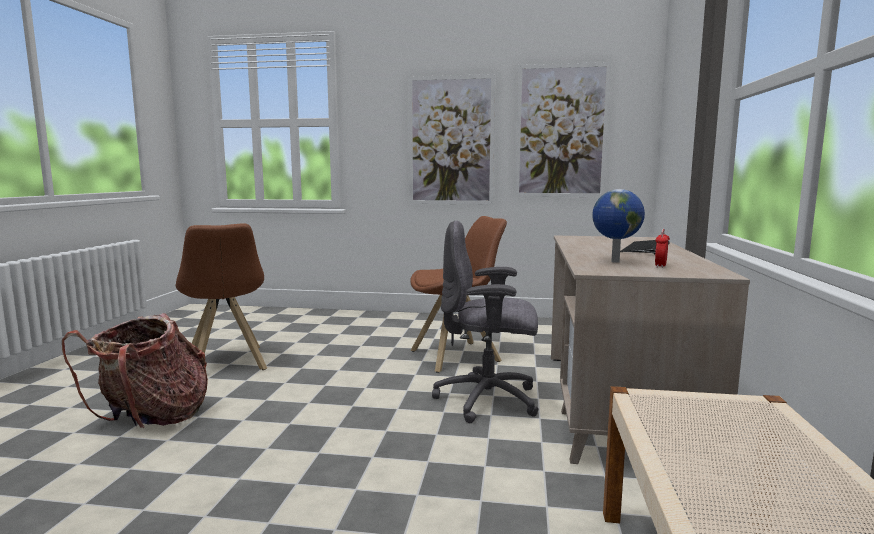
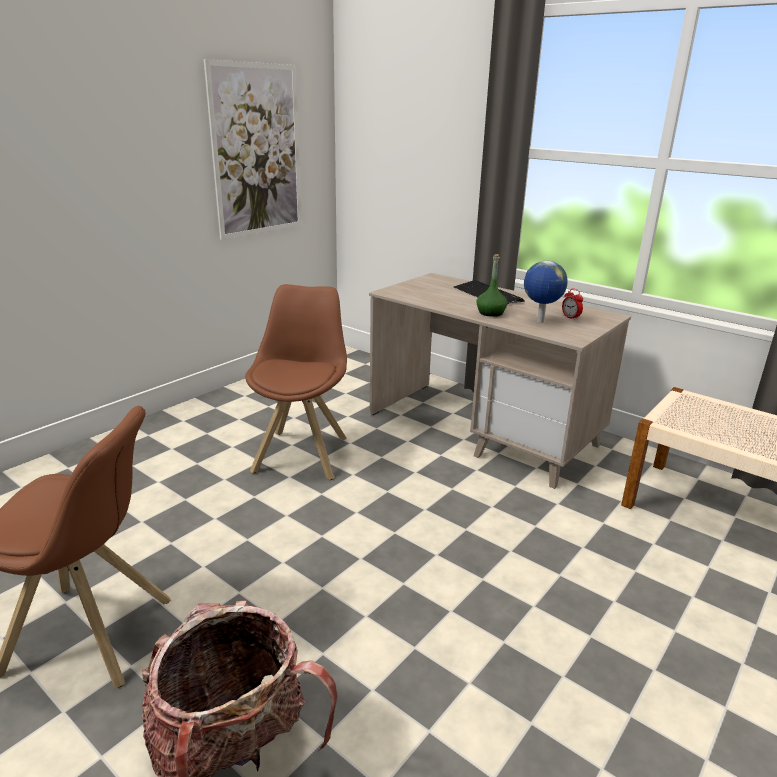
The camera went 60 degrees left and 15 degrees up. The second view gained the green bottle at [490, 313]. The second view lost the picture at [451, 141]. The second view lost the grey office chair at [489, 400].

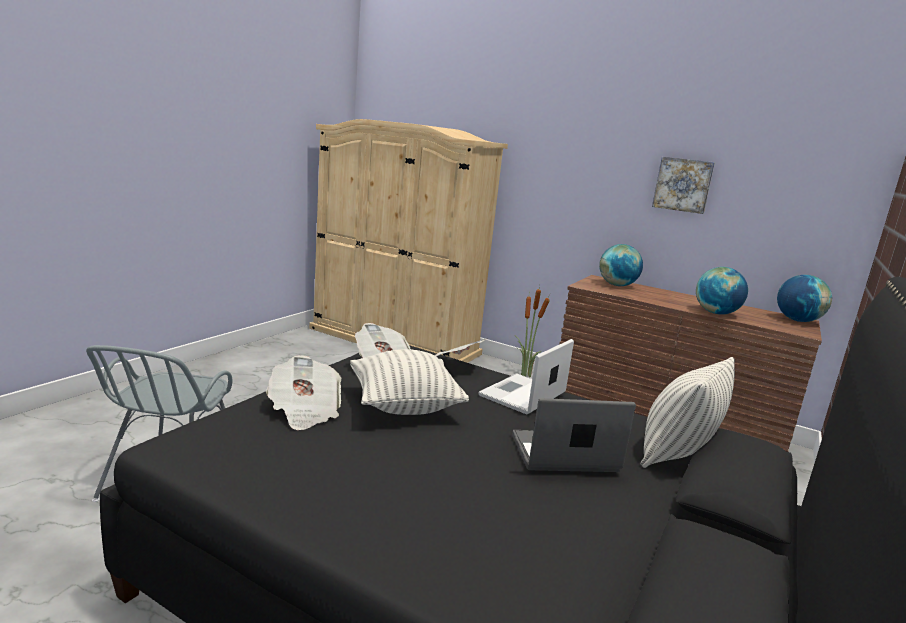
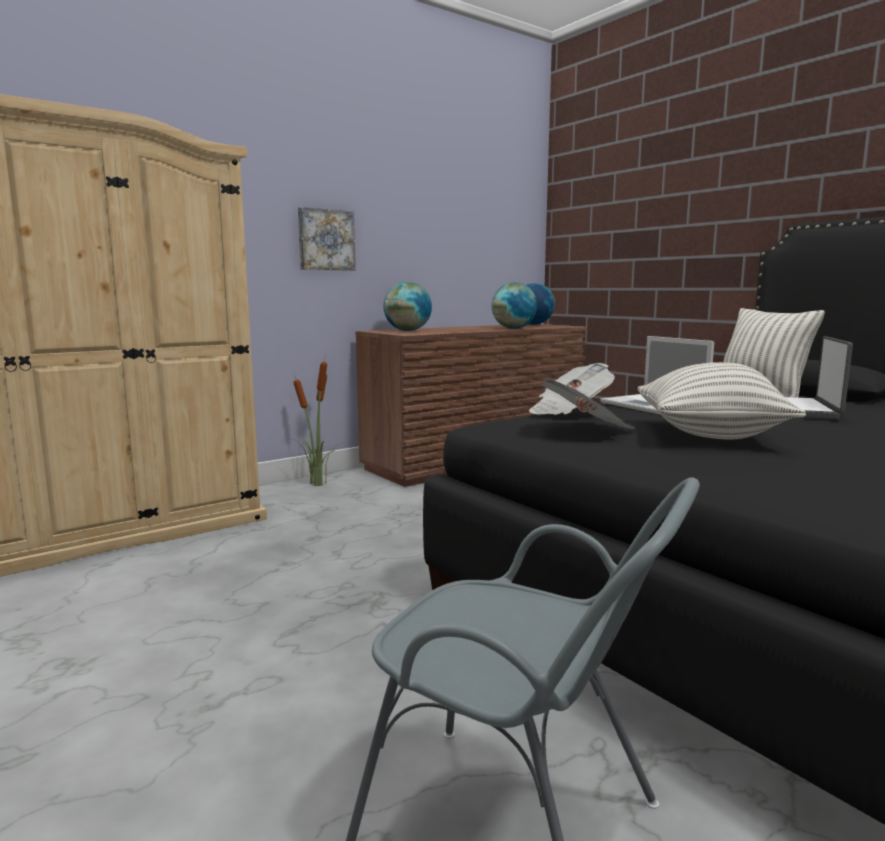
The camera went 65 degrees left and 5 degrees down. The picture ended up elsewhere, having gone from [683, 185] to [325, 240]. The second view lost the newspaper at [304, 411].

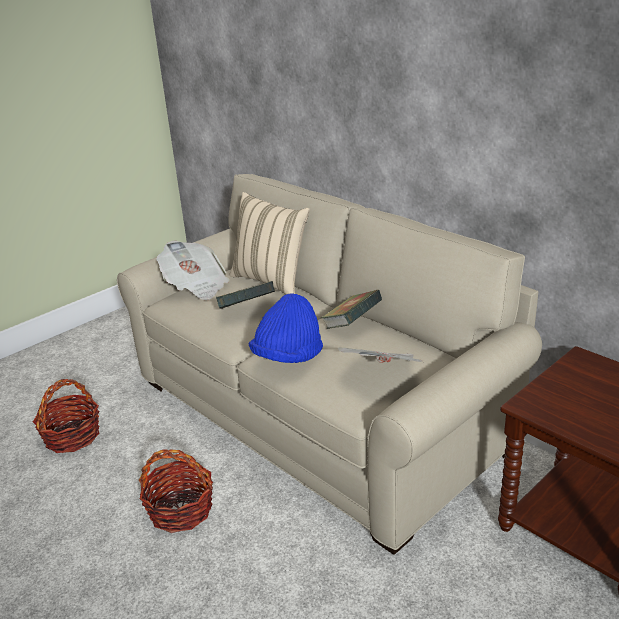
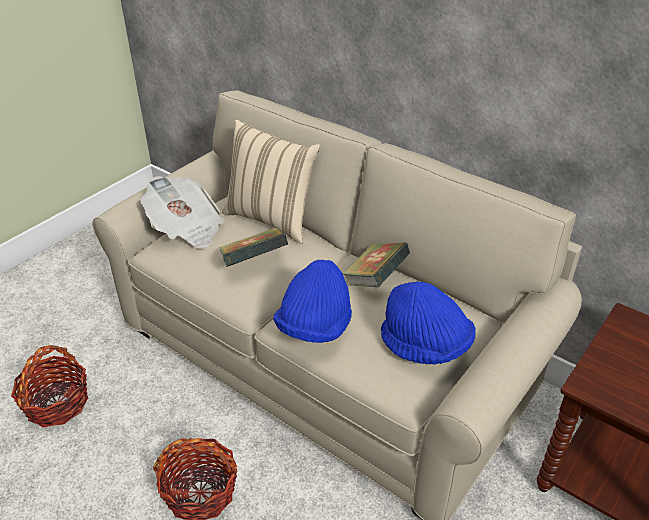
The camera went 10 degrees left and 10 degrees up. Where the newspaper stood at [384, 374], the blue hat came to stand at [425, 346].

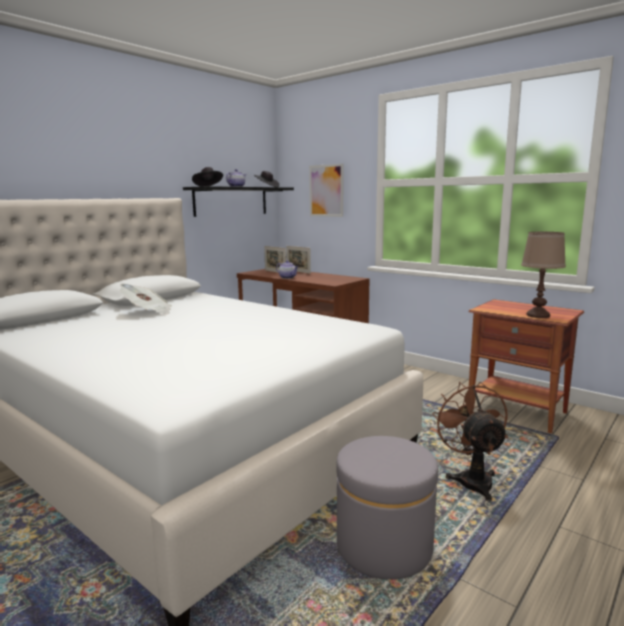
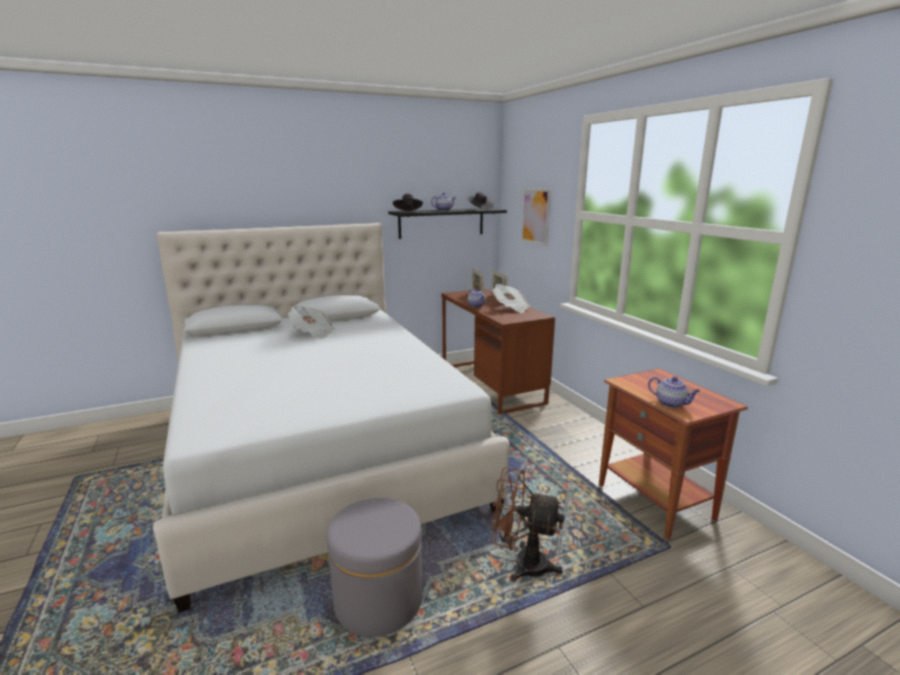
The camera went 25 degrees right and 5 degrees up. The brown fan at [471, 479] ended up facing another way, 90 degrees counterclockwise from before. The second view gained the newspaper at [511, 308]. Where the brown table lamp stood at [538, 315], the teapot came to stand at [671, 403].

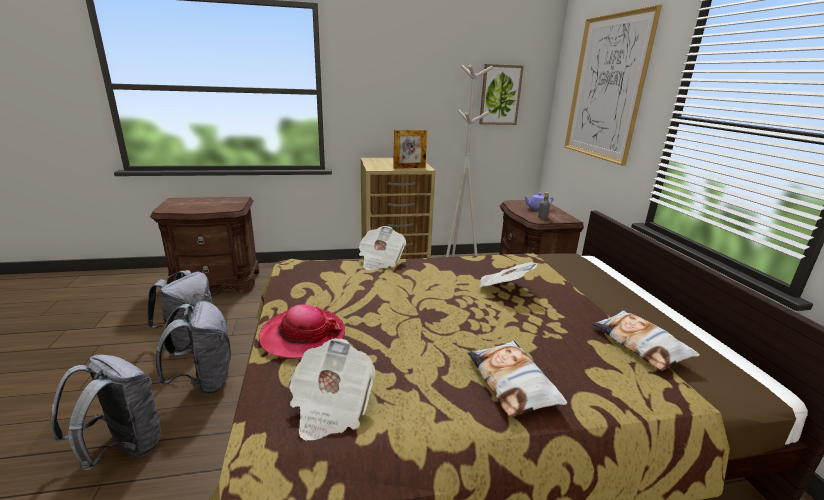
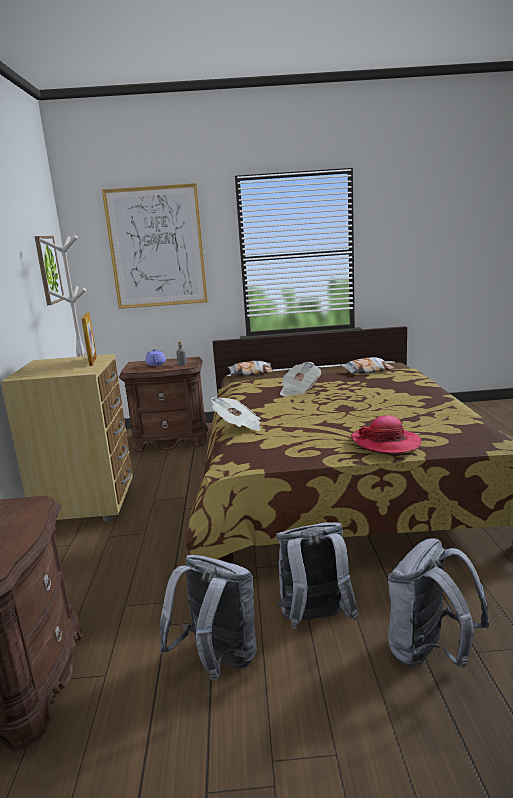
The camera went 80 degrees left and 5 degrees down. The pillow ended up elsewhere, having gone from [513, 383] to [251, 373]. The second view lost the newspaper at [330, 407].

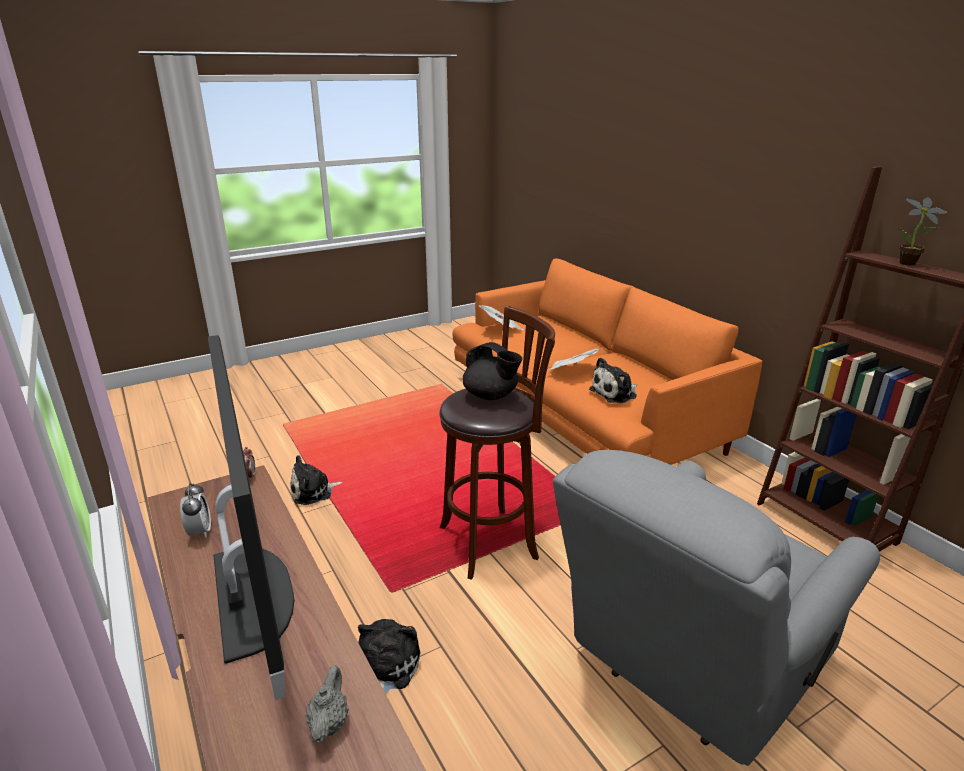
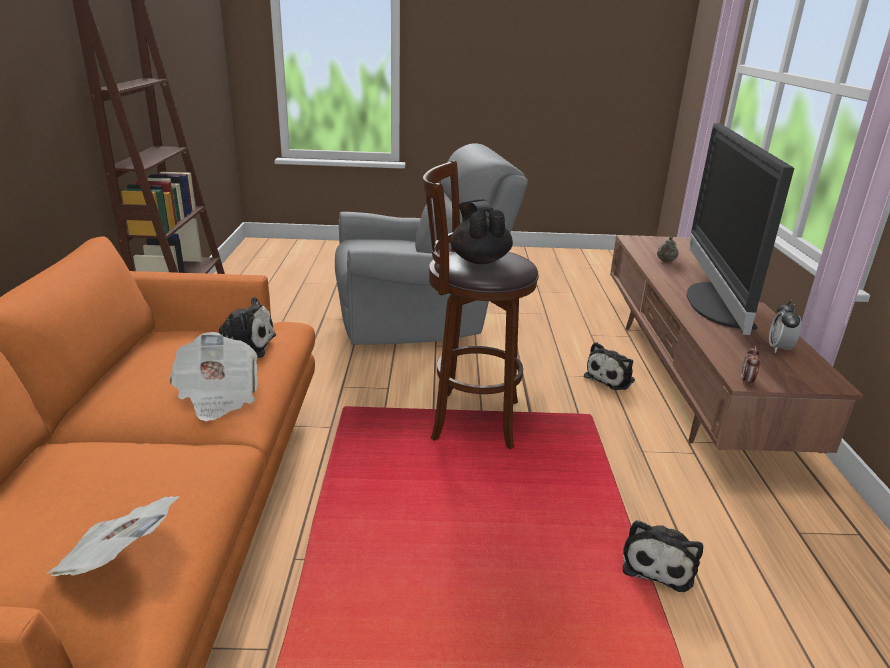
The camera went 150 degrees left and 0 degrees up. The plush toy at [314, 491] ended up facing another way, 105 degrees clockwise from before. The second view lost the potted plant at [909, 264].

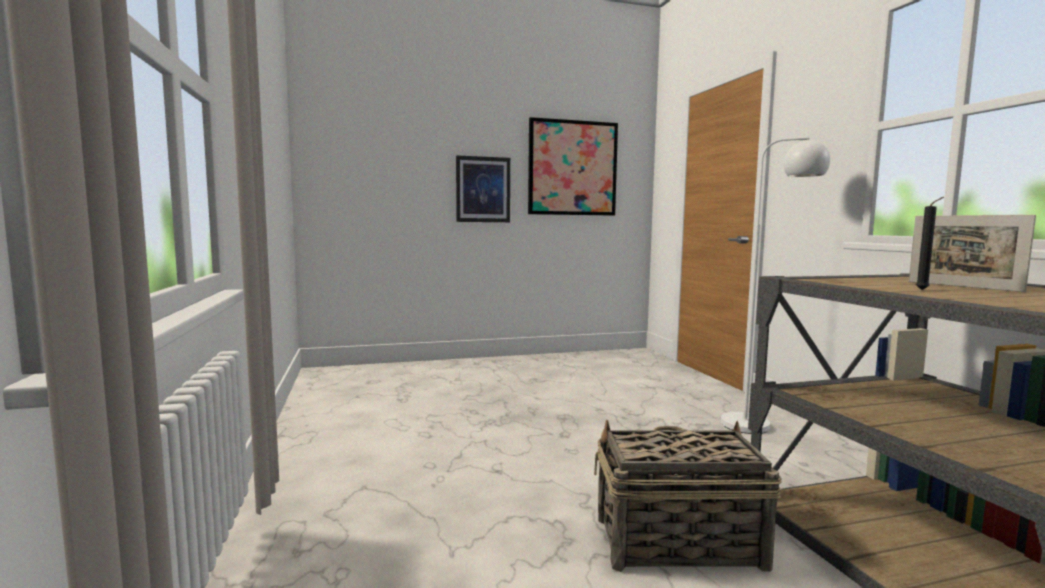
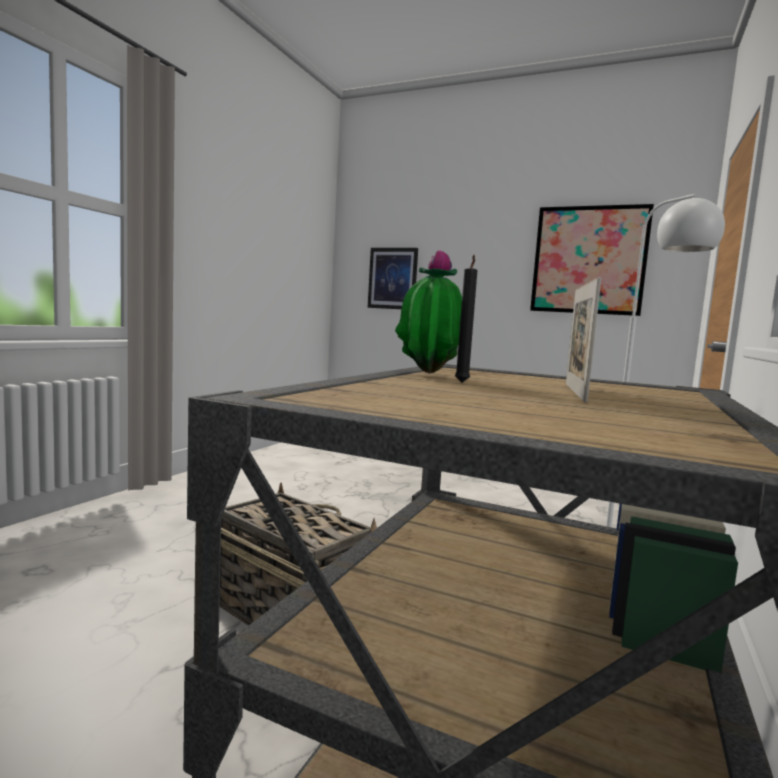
The camera went 40 degrees right and 0 degrees up. The picture ended up elsewhere, having gone from [483, 189] to [392, 278]. The second view gained the potted plant at [427, 373].

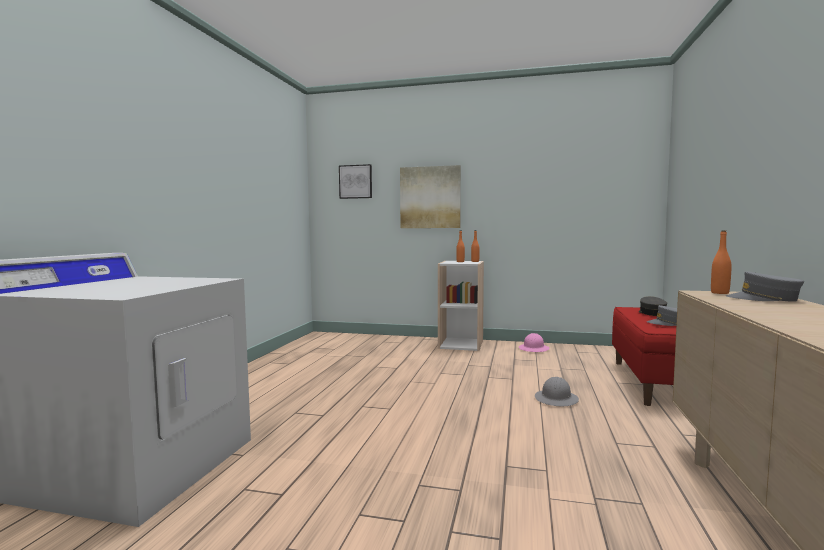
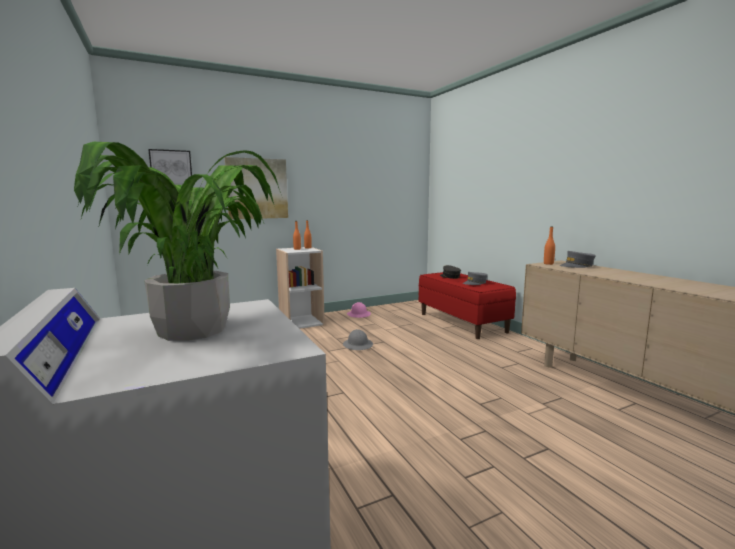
The camera went 40 degrees left and 5 degrees up. The second view gained the potted plant at [193, 330]. The grey hard hat ended up elsewhere, having gone from [556, 399] to [358, 345].

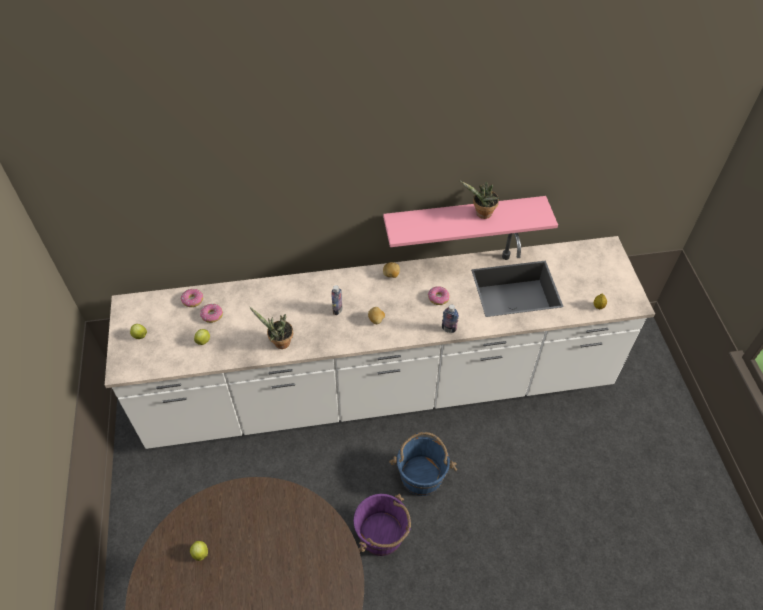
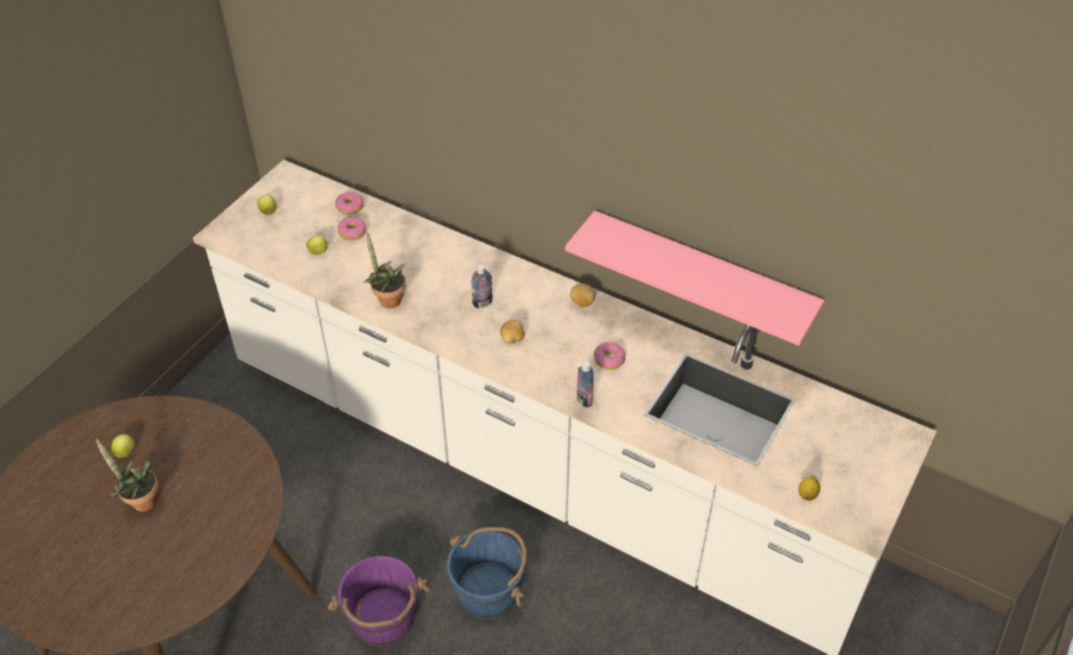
The camera went 40 degrees right and 5 degrees down. The potted plant ended up elsewhere, having gone from [481, 214] to [140, 501].

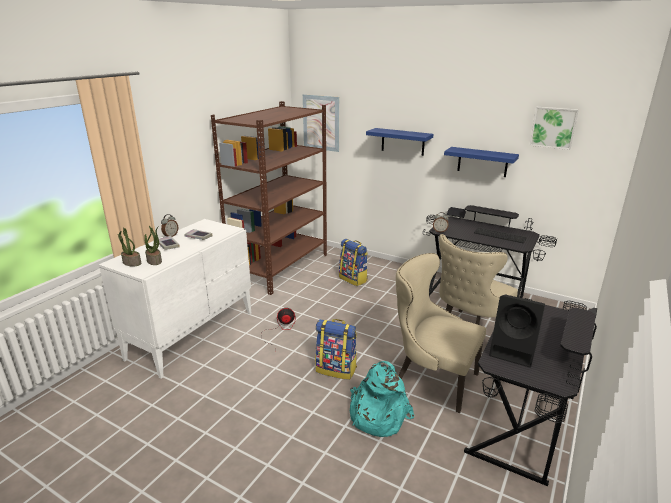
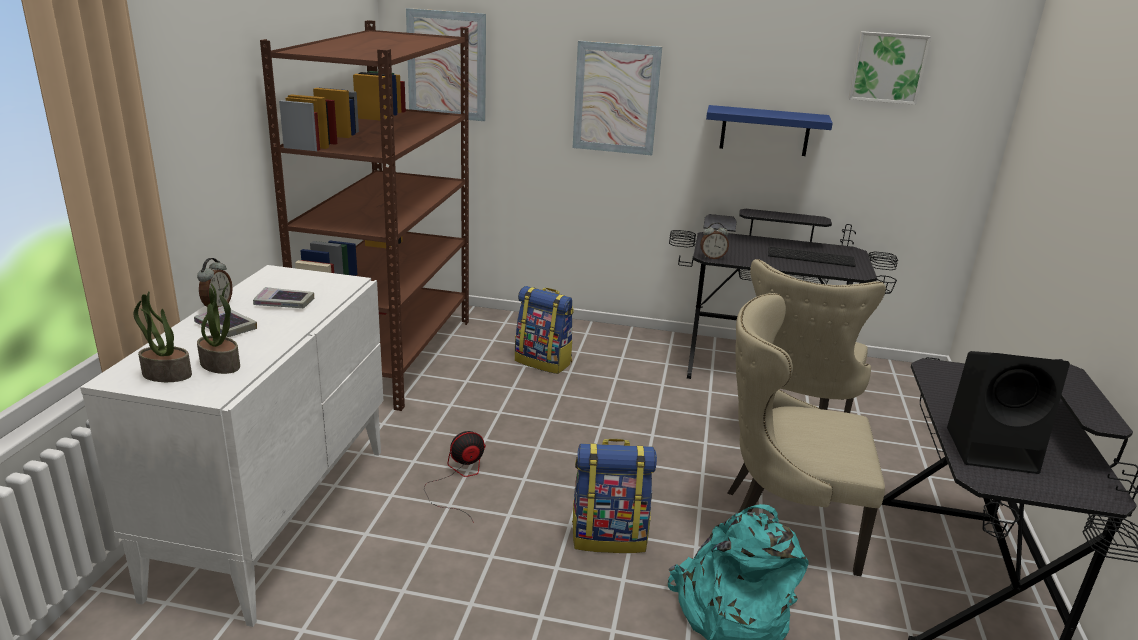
The camera went 20 degrees left and 0 degrees up. Where the blue shelf hung at [402, 141], the picture came to hang at [616, 98].

